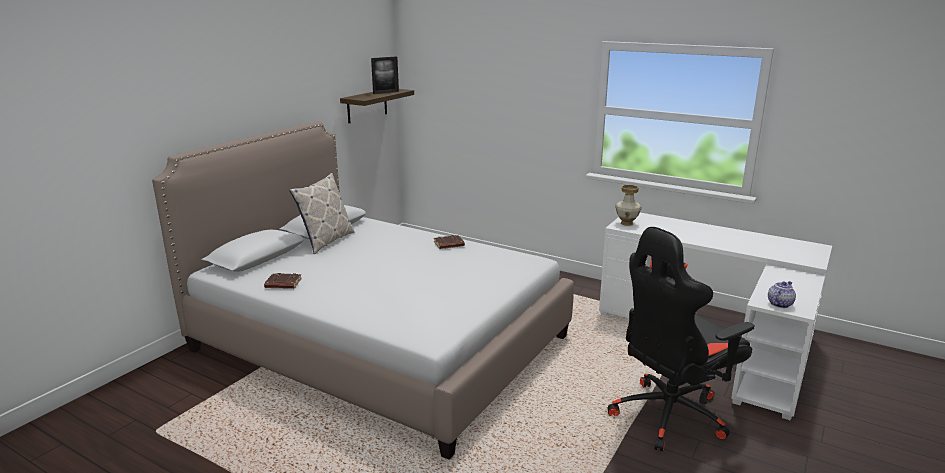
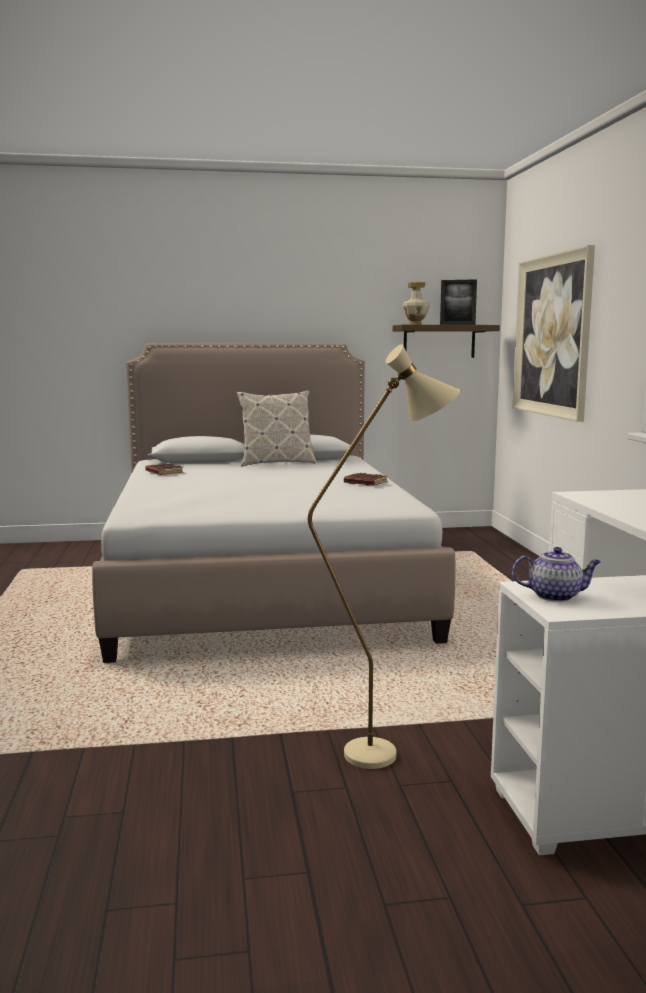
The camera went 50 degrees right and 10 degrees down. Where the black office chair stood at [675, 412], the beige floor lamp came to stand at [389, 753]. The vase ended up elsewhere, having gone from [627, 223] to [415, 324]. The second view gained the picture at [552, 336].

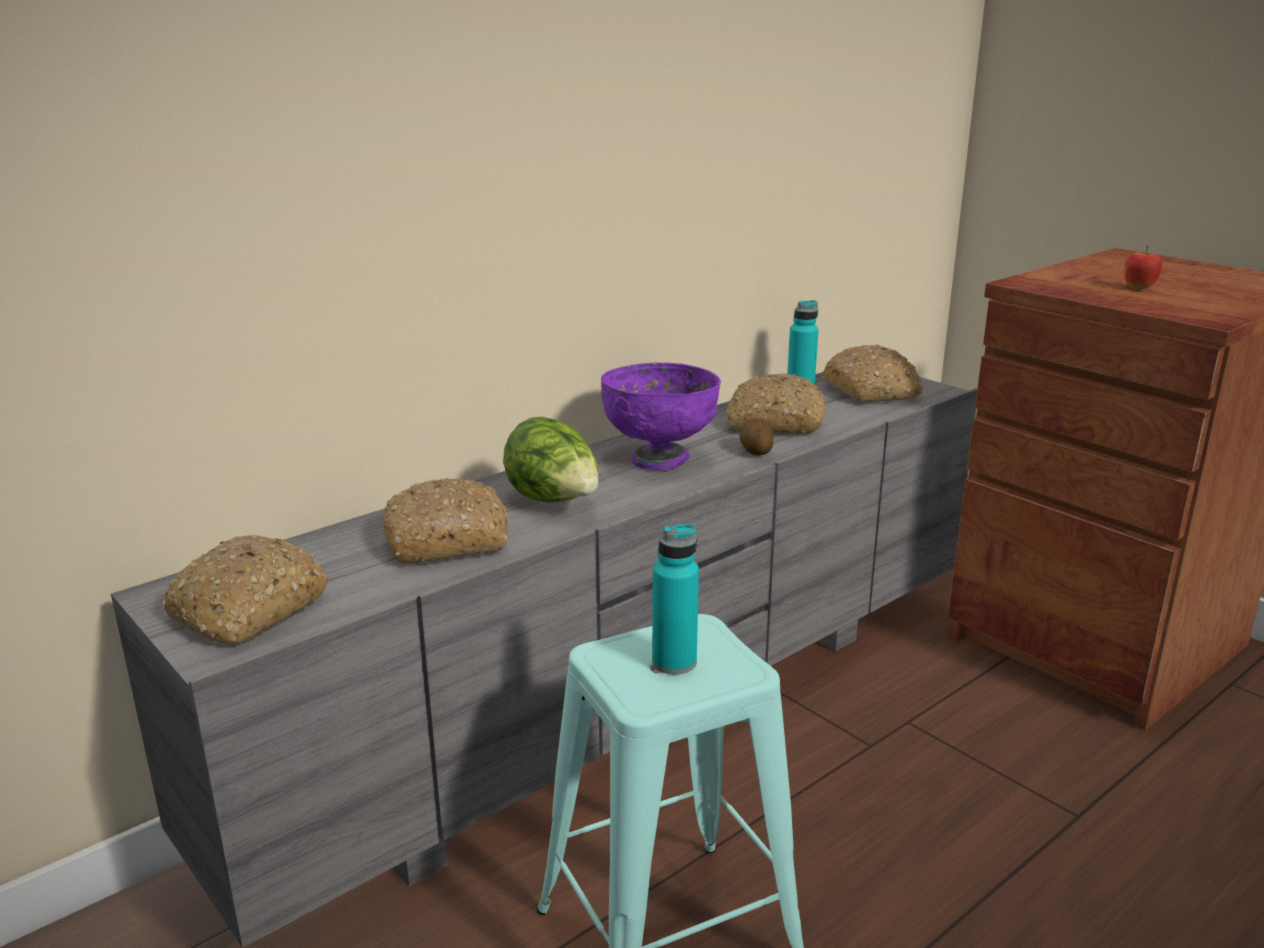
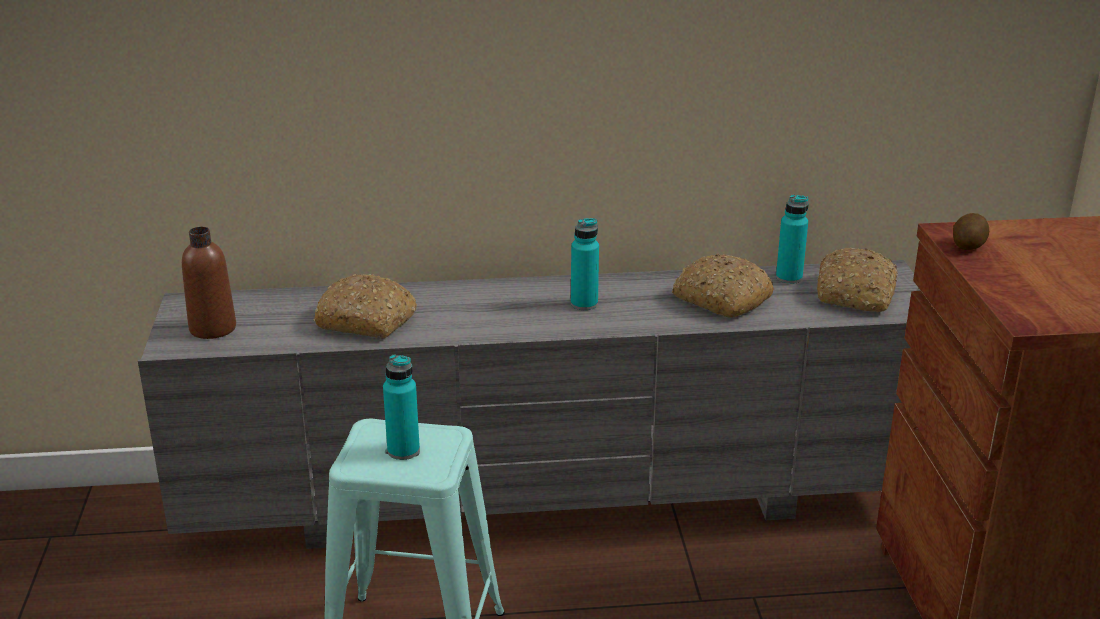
The camera went 35 degrees right and 5 degrees up. Where the bread stood at [248, 610], the brown bottle came to stand at [213, 328]. Where the purple bowl stood at [659, 459], the turquoise bottle came to stand at [584, 304]. The potato ended up elsewhere, having gone from [756, 450] to [968, 245]. The second view lost the lettuce at [554, 501]. The second view lost the apple at [1138, 288].

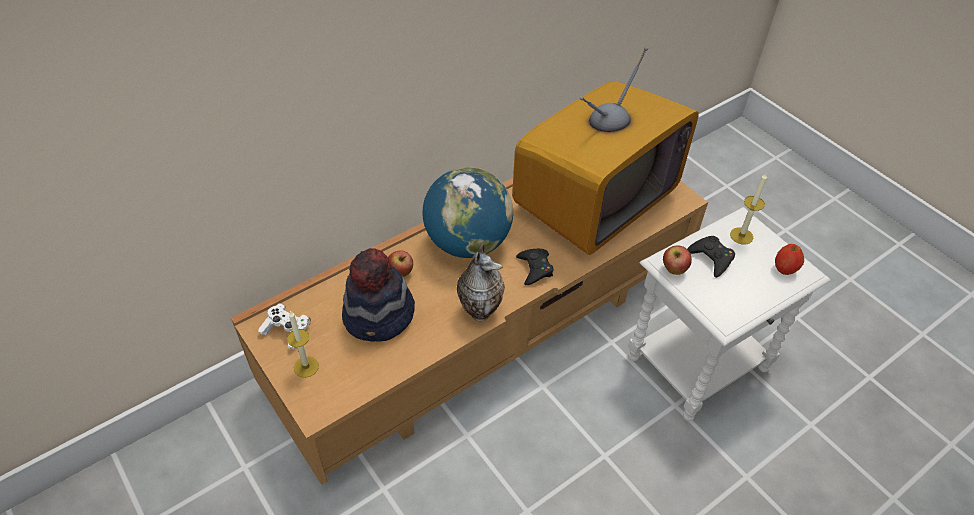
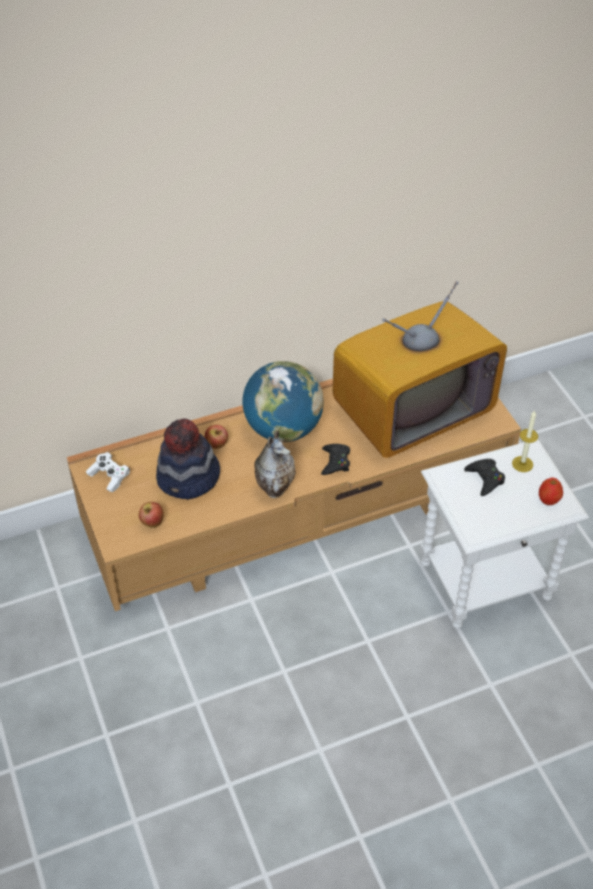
The camera went 15 degrees right and 0 degrees up. The apple ended up elsewhere, having gone from [673, 270] to [152, 523]. The second view lost the candle at [306, 367].

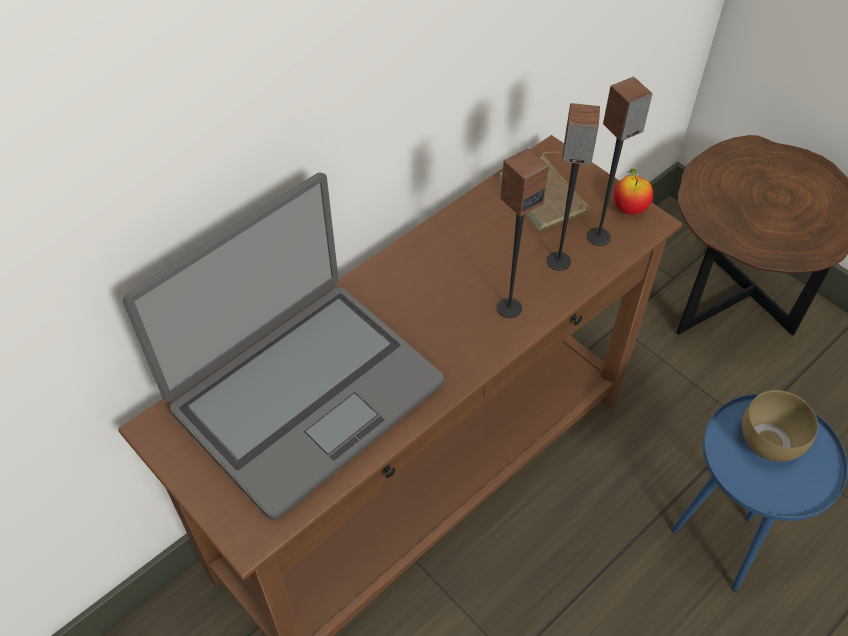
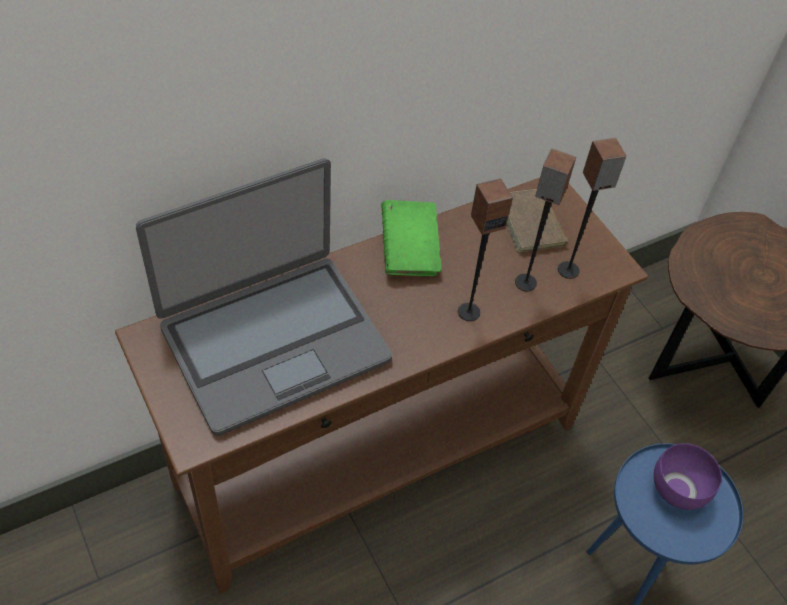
The camera went 10 degrees right and 0 degrees up. The second view gained the green book at [409, 252]. What was the brown bowl at [768, 444] turned into the purple bowl at [676, 491]. The second view lost the apple at [629, 208].

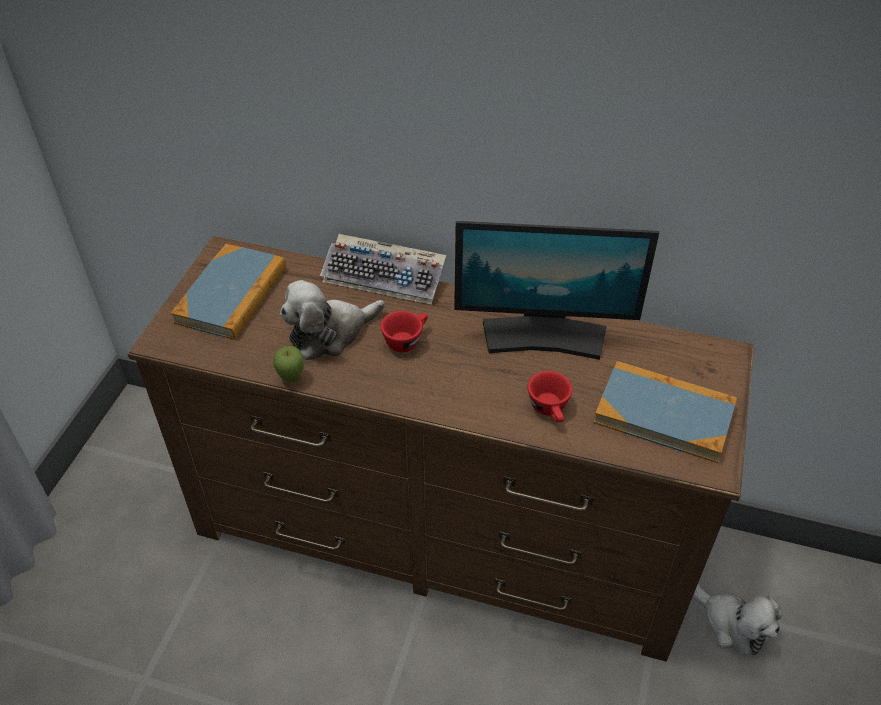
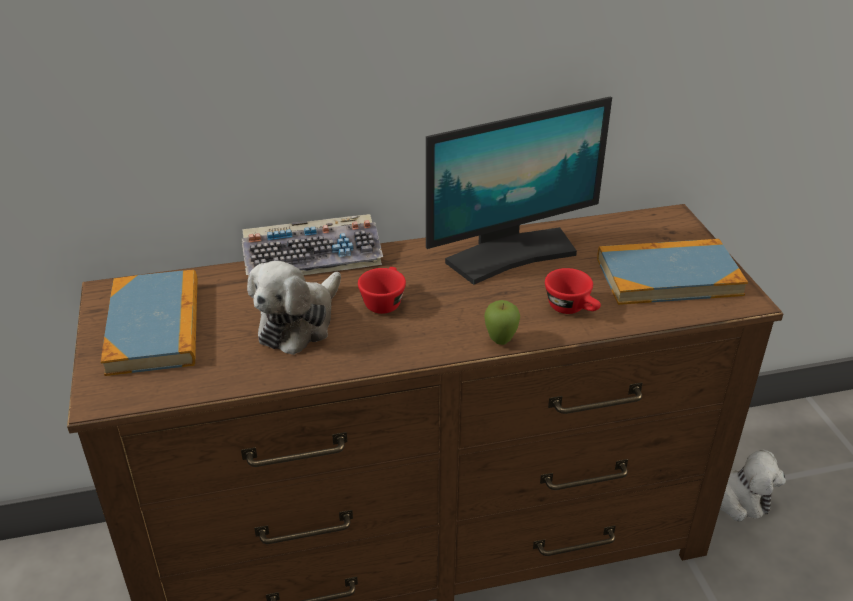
The camera went 30 degrees left and 10 degrees down. The apple ended up elsewhere, having gone from [291, 379] to [500, 341].

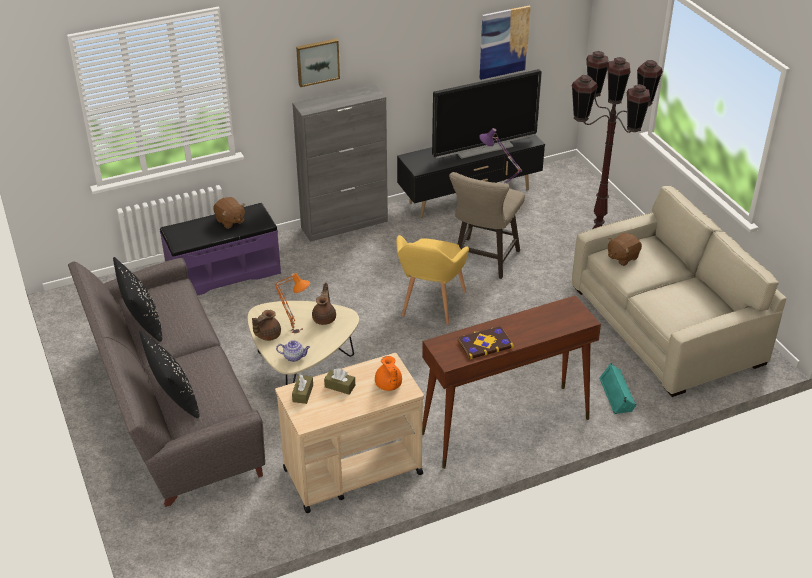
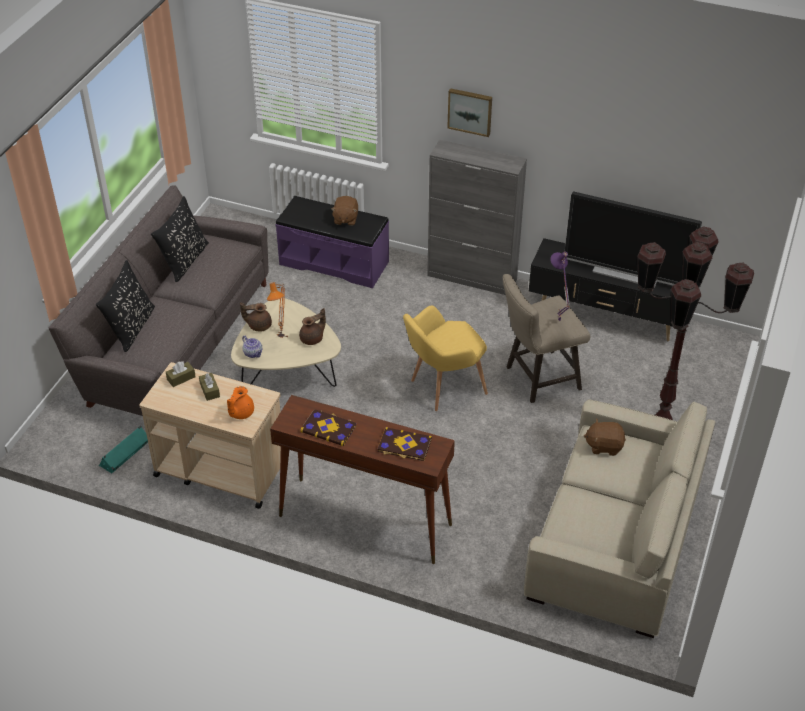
The camera went 45 degrees right and 5 degrees up. The turquoise speaker ended up elsewhere, having gone from [617, 394] to [126, 454]. The second view gained the book at [404, 446]. The second view lost the picture at [504, 42].

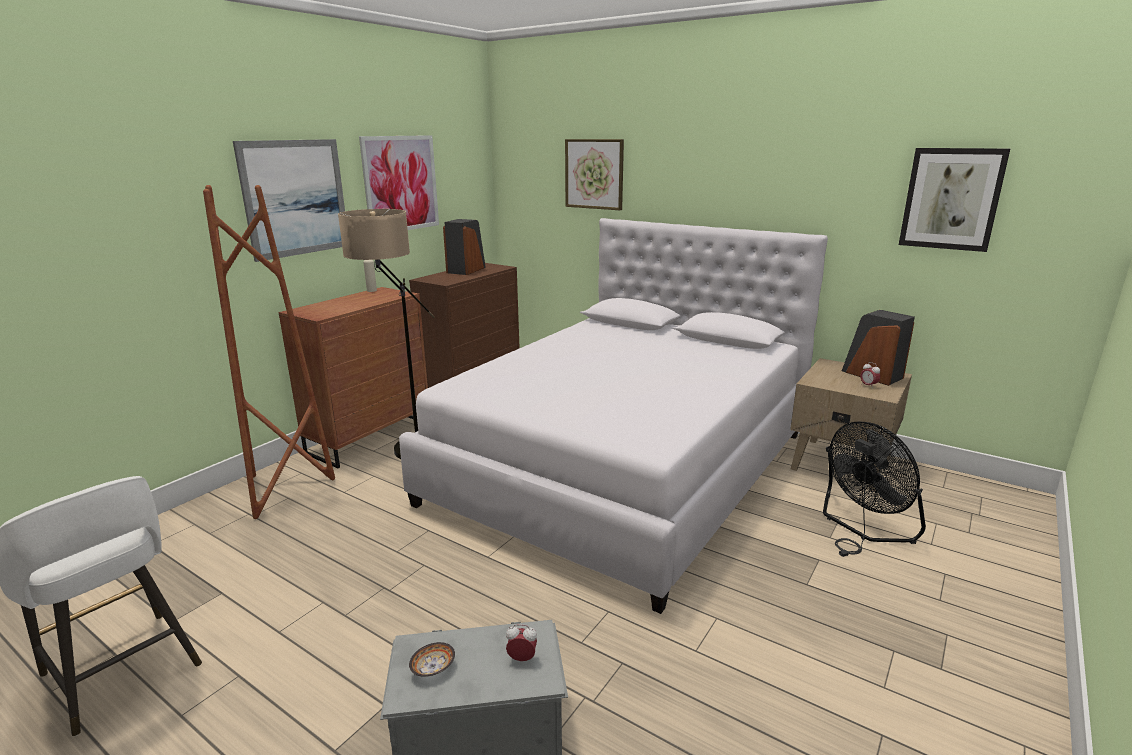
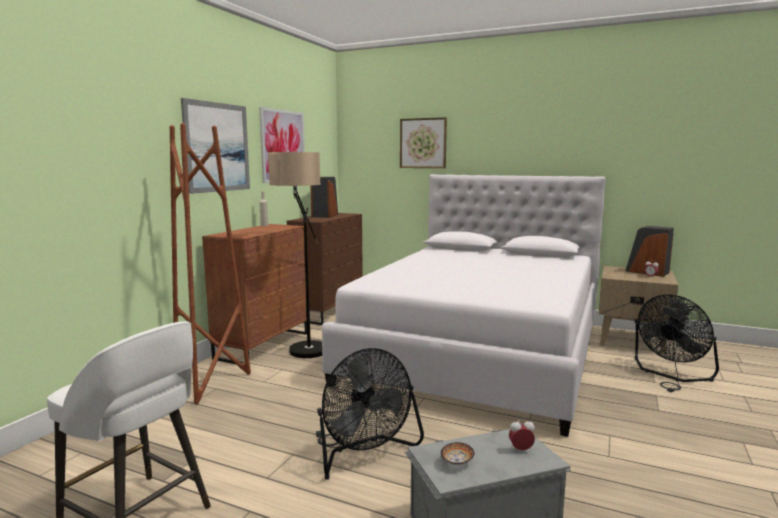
The camera went 10 degrees left and 10 degrees down. The second view gained the black fan at [360, 453]. The second view lost the picture at [951, 199].

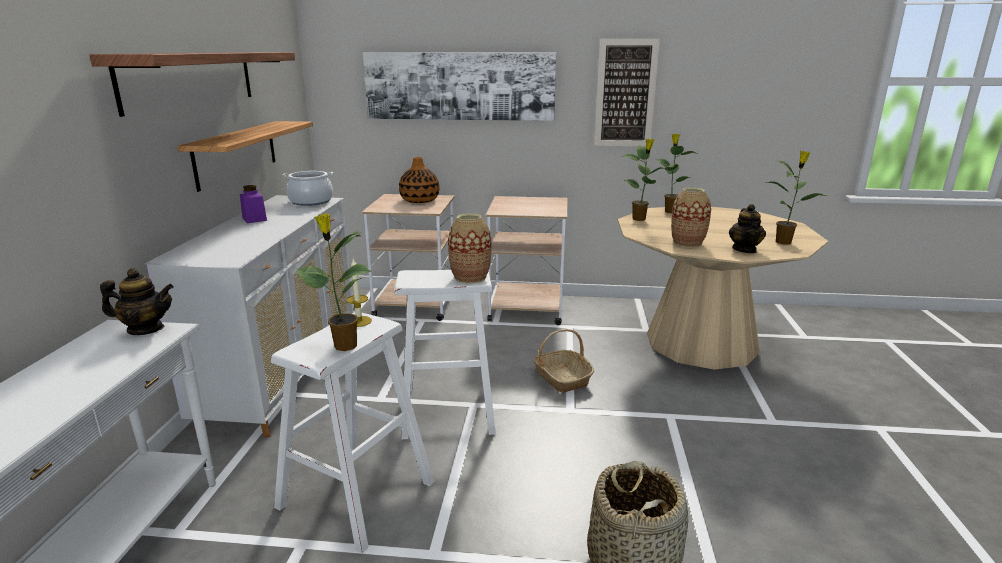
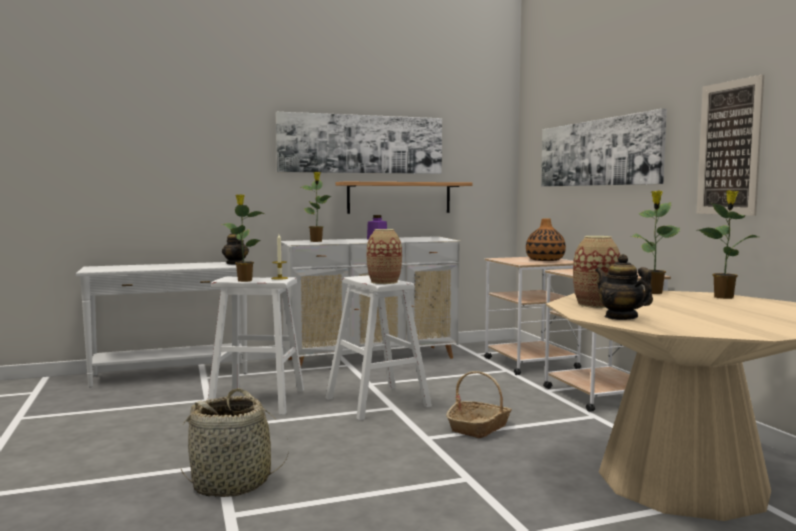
The camera went 65 degrees right and 15 degrees down. Where the shelf hung at [191, 79], the picture came to hang at [361, 144]. The potted plant ended up elsewhere, having gone from [784, 242] to [316, 241]. The teapot at [744, 249] ended up facing another way, 75 degrees clockwise from before. The second view lost the cooking pot at [311, 201].

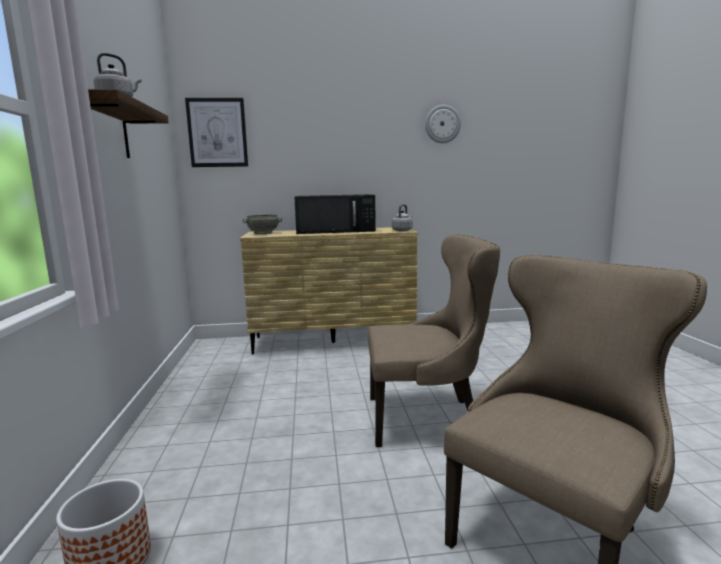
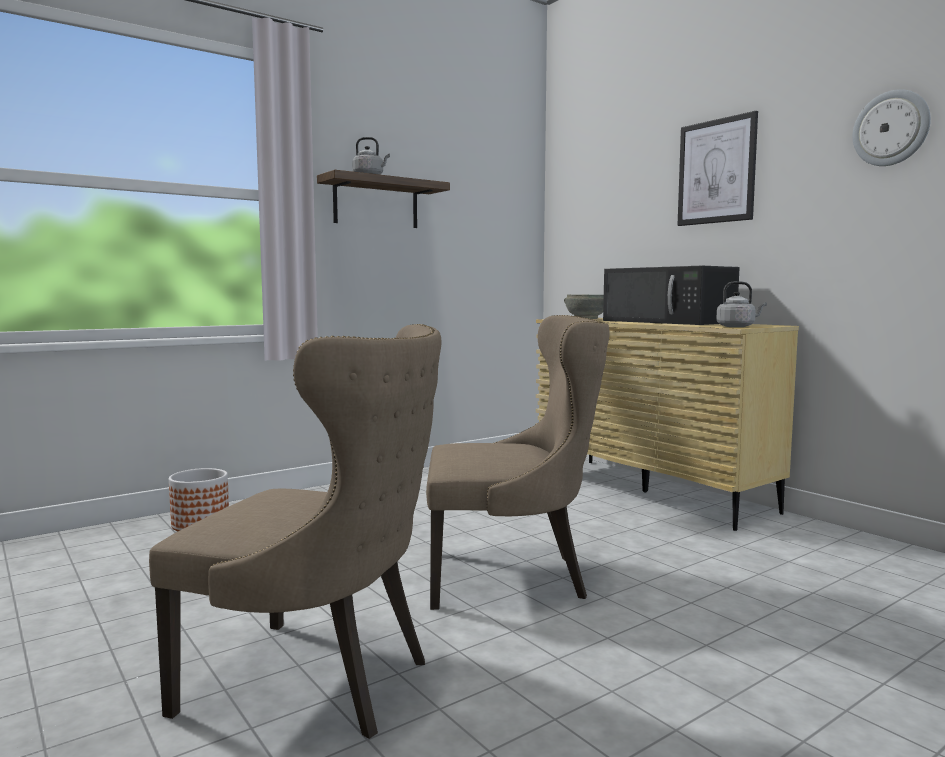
The camera went 60 degrees right and 5 degrees down. The beige chair at [427, 418] ended up facing another way, 60 degrees counterclockwise from before. The picture ended up elsewhere, having gone from [217, 133] to [716, 171].

